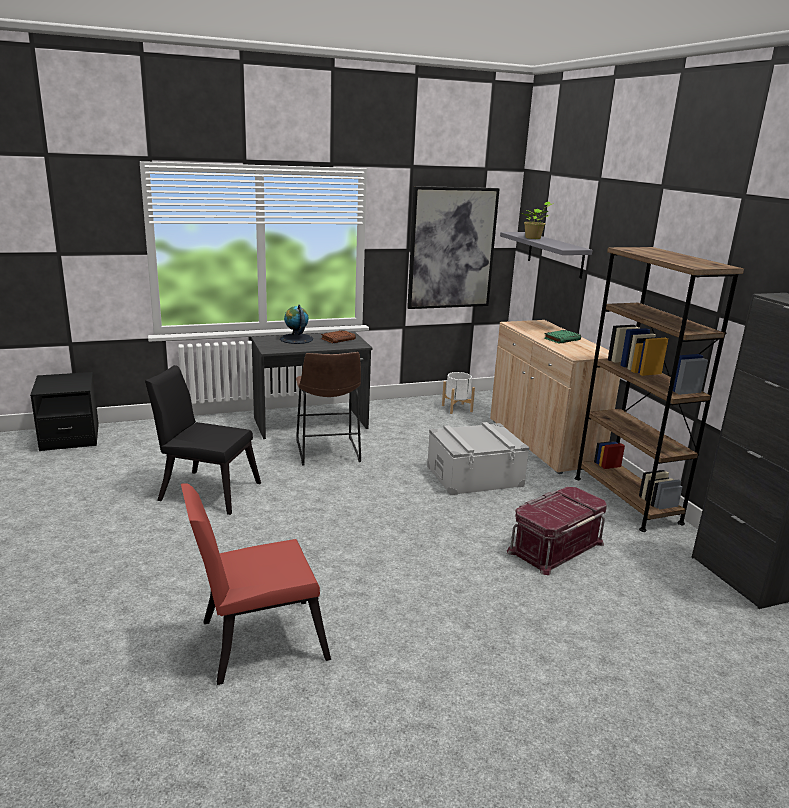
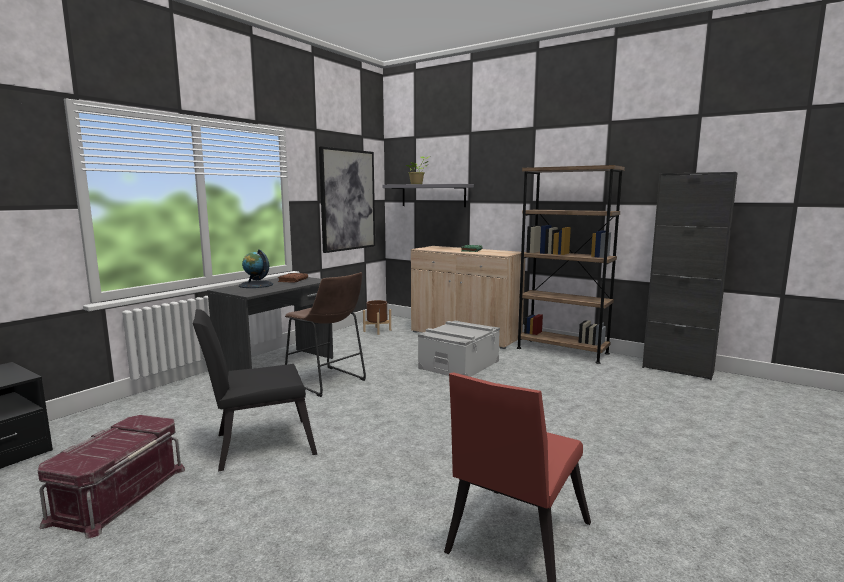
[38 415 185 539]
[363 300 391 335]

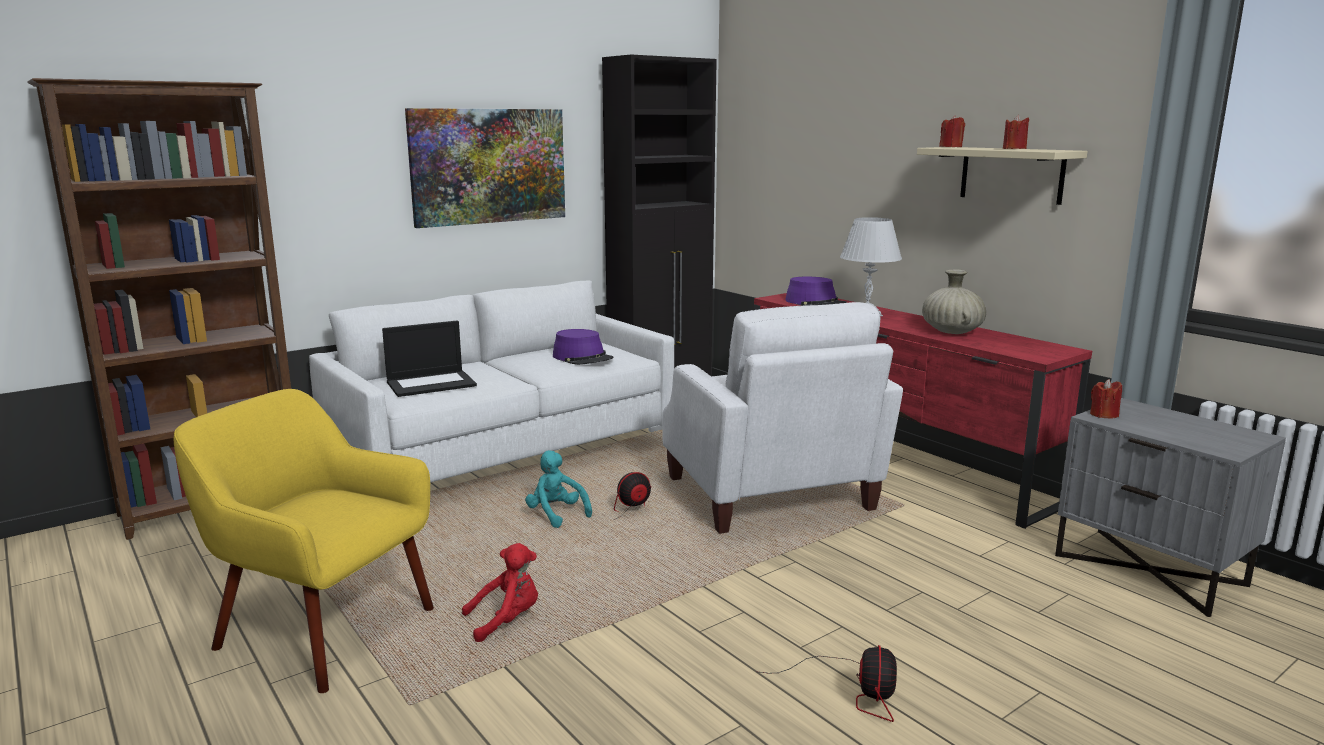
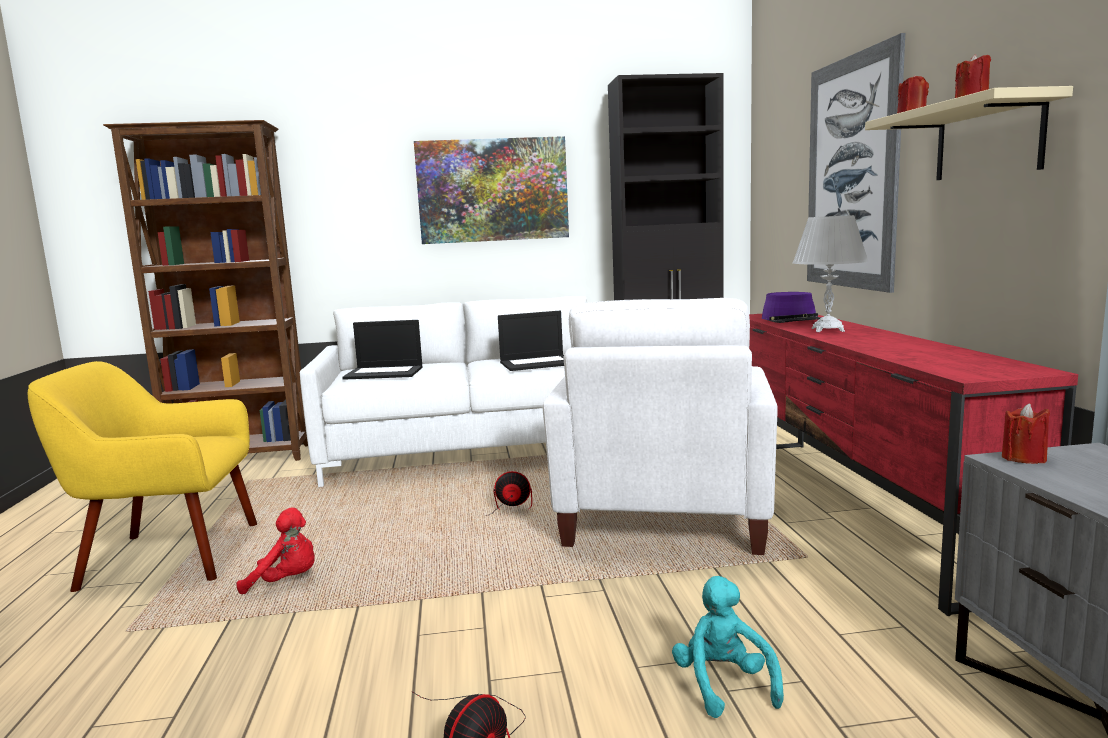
[28 361 257 592]
[498 311 564 371]
[672 576 784 718]
[807 33 905 293]
[922 269 986 334] (first image)

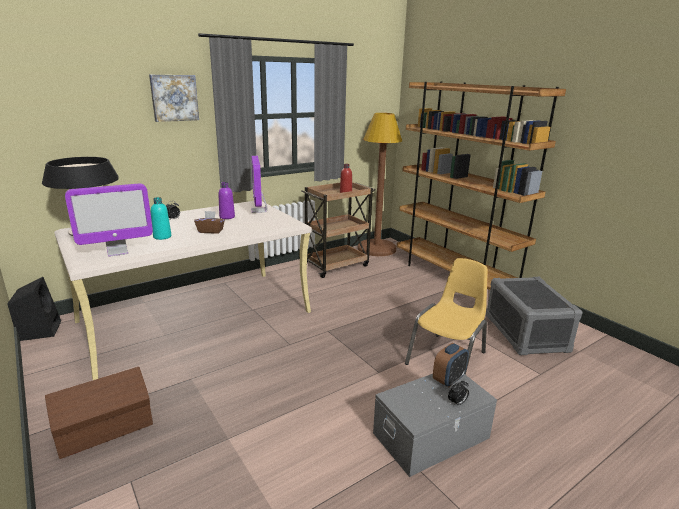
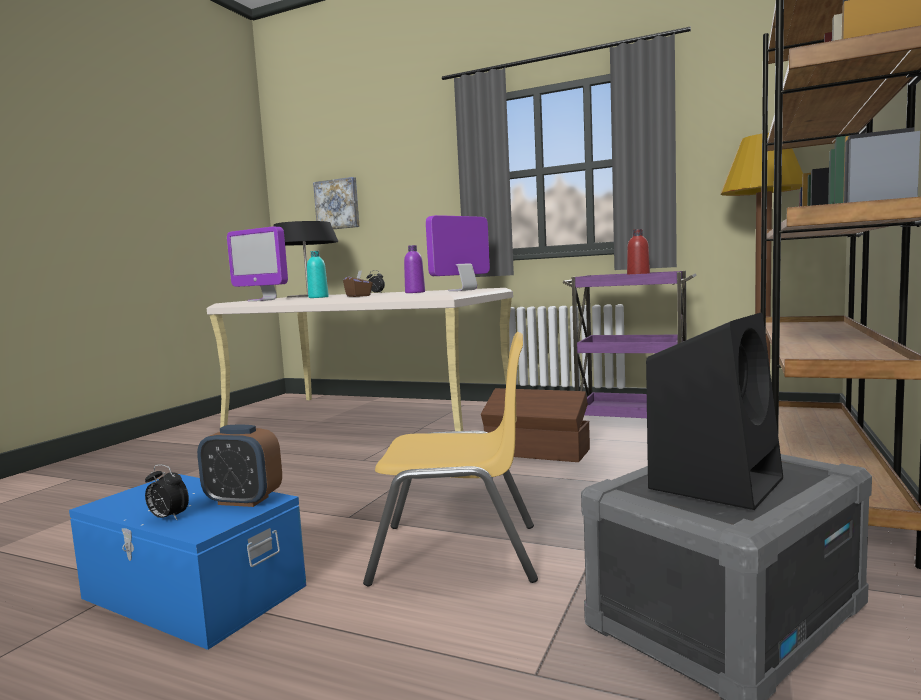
[69 474 306 650]
[313 177 360 229]
[481 388 590 462]
[563 271 697 418]
[646 312 783 510]

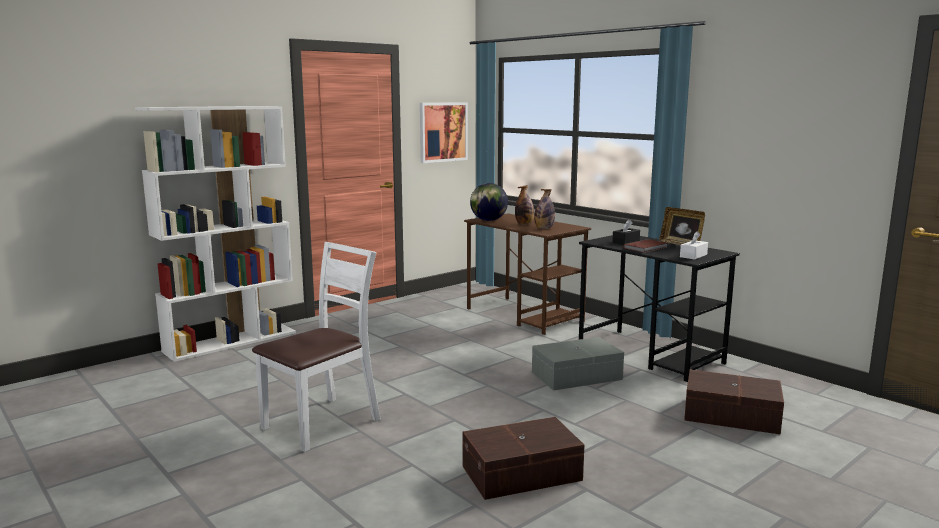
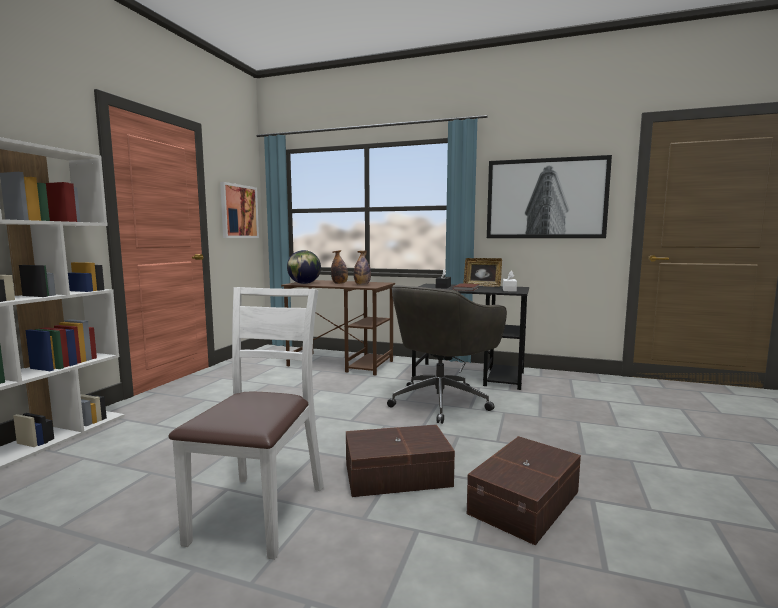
[346 424 455 497]
[387 285 507 424]
[487 155 612 238]

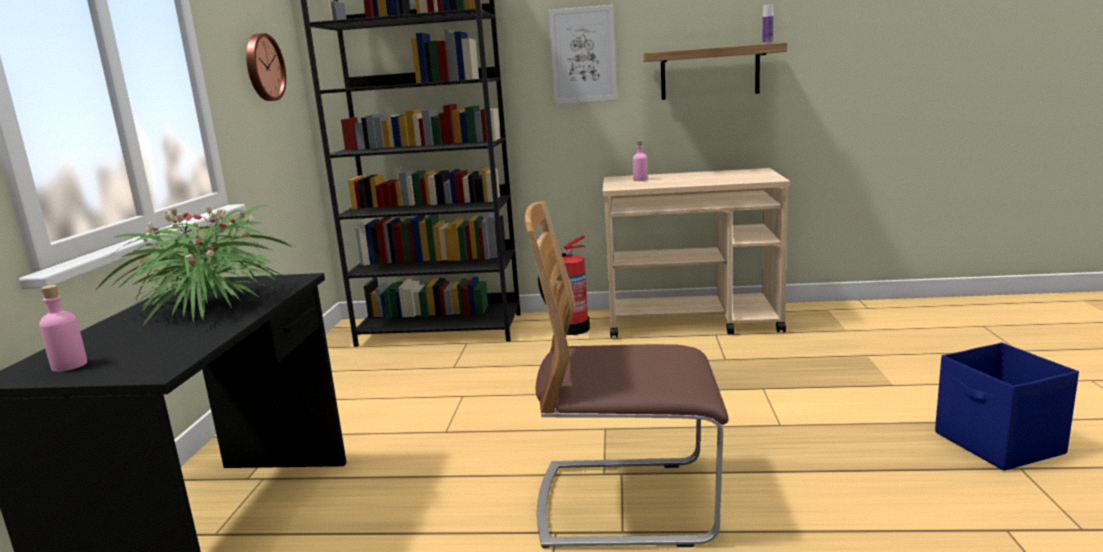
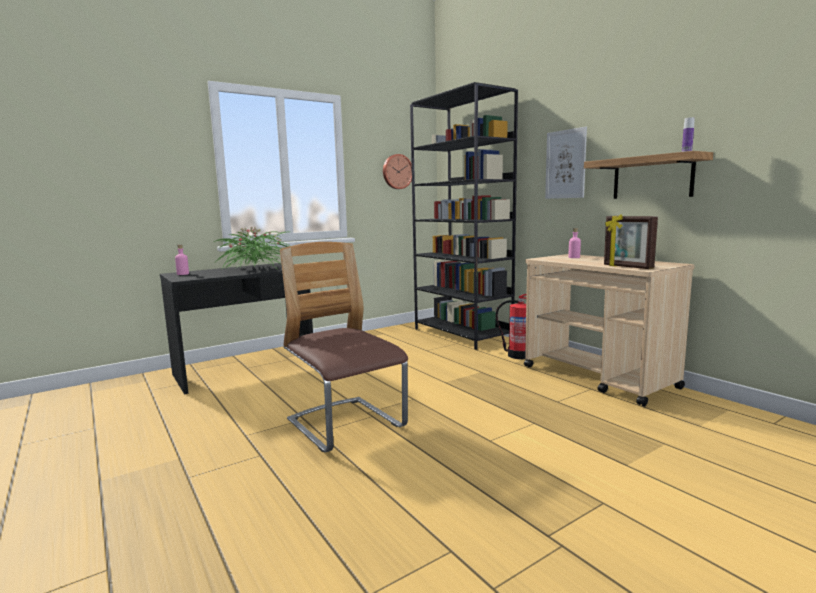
[604 214 658 269]
[935 343 1079 471] (first image)

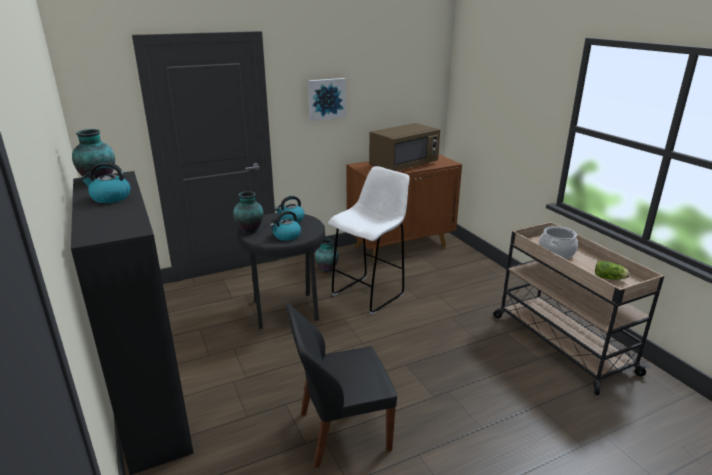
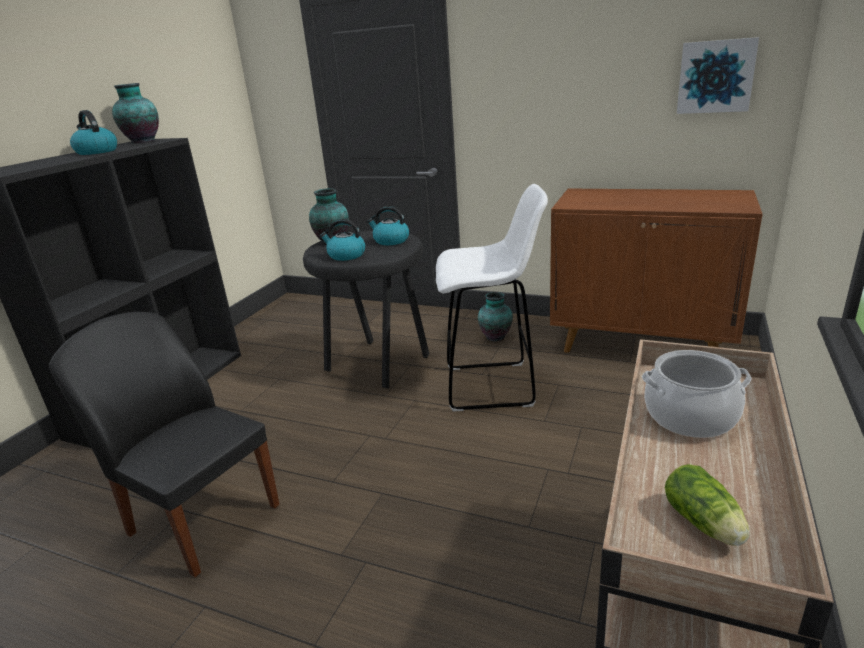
[677 37 759 114]
[369 123 440 171] (first image)

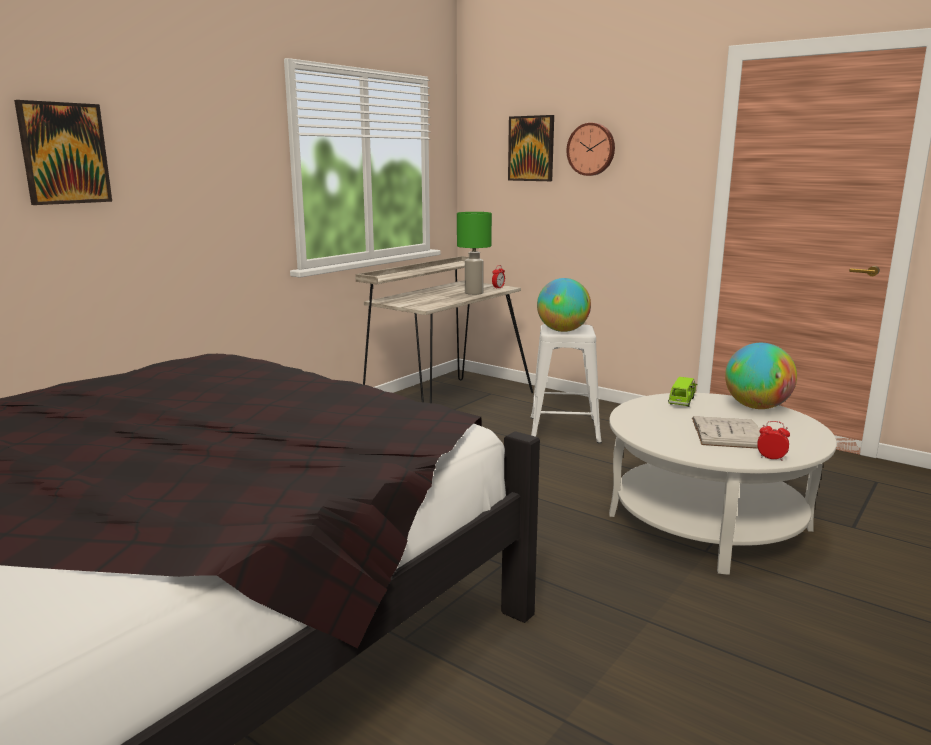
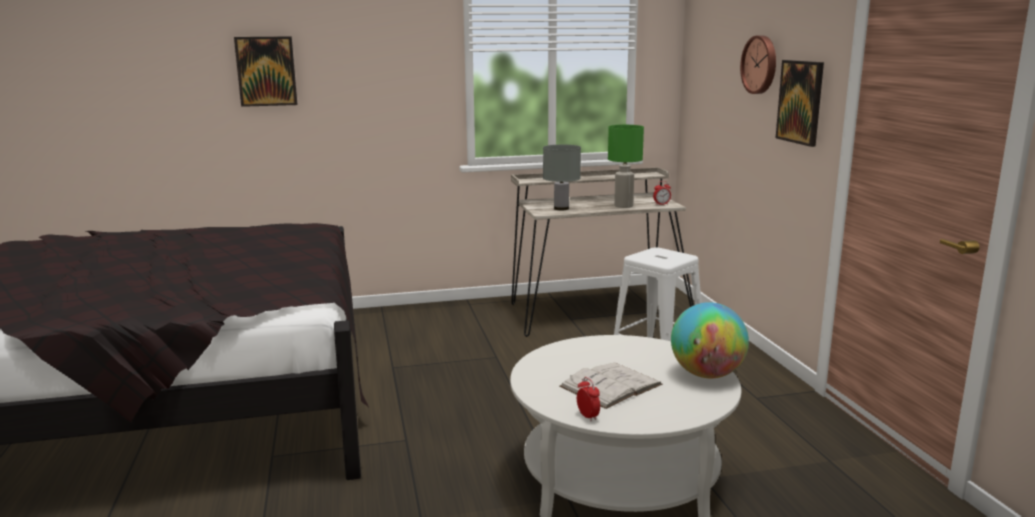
[543 144 581 210]
[776 60 824 147]
[537 278 591 332] (first image)
[668 377 698 407] (first image)

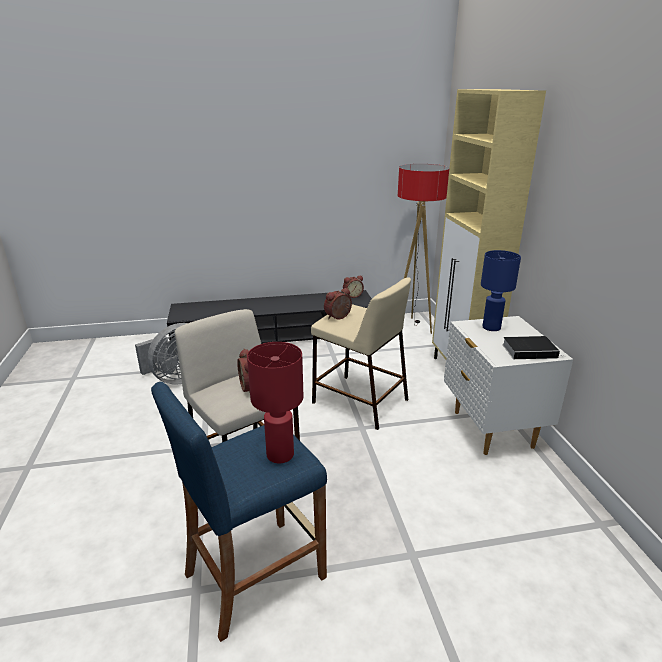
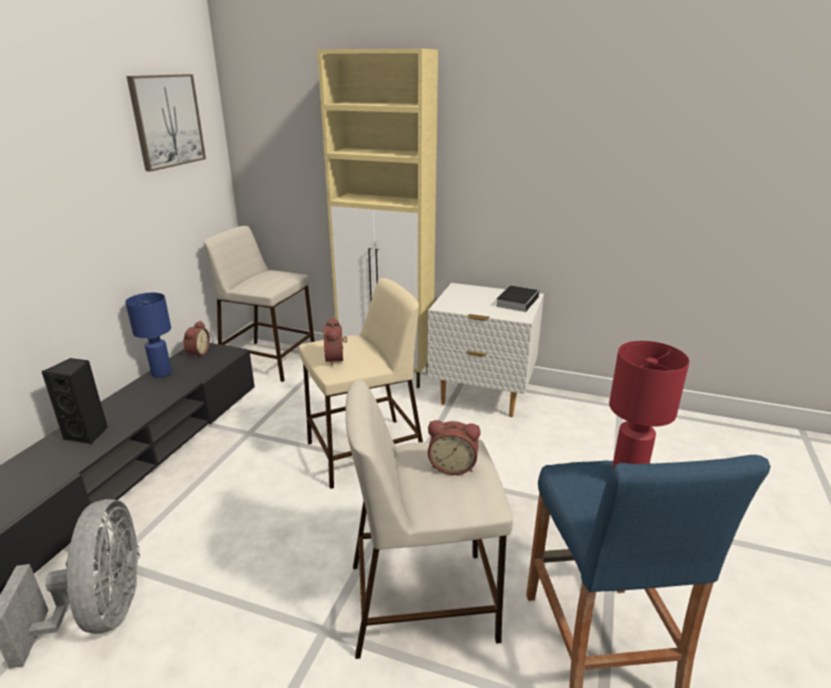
[41 358 108 445]
[125 293 172 378]
[127 74 206 172]
[204 226 315 382]

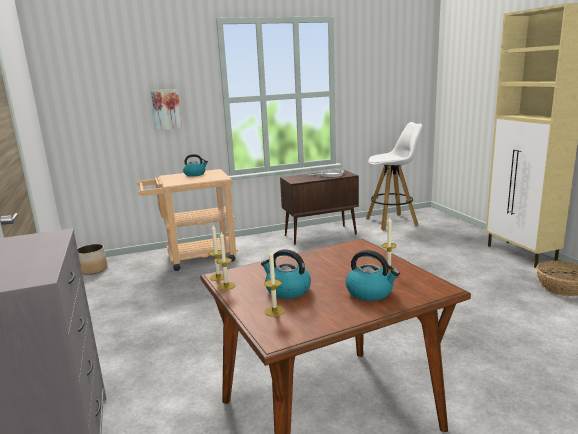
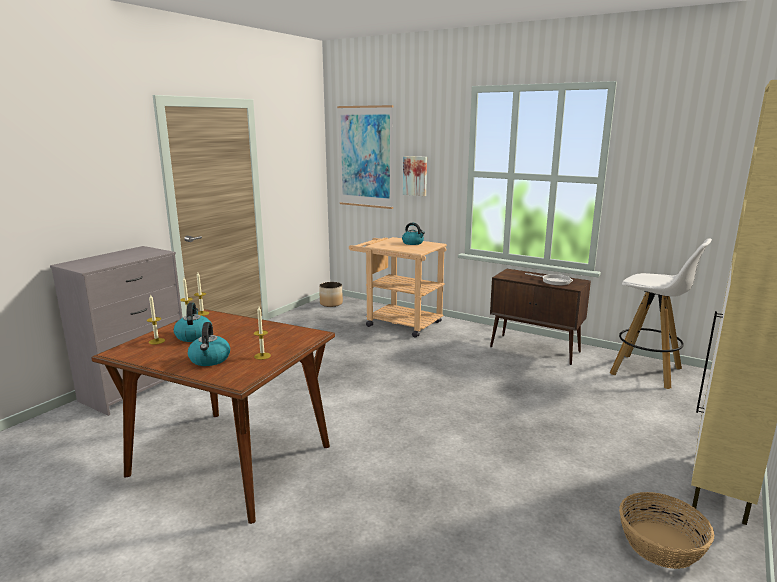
[337 105 393 209]

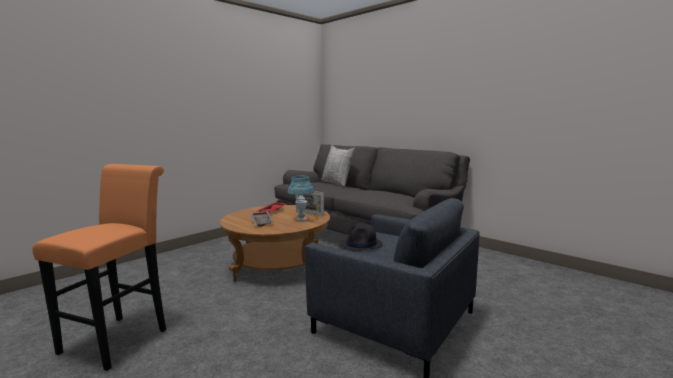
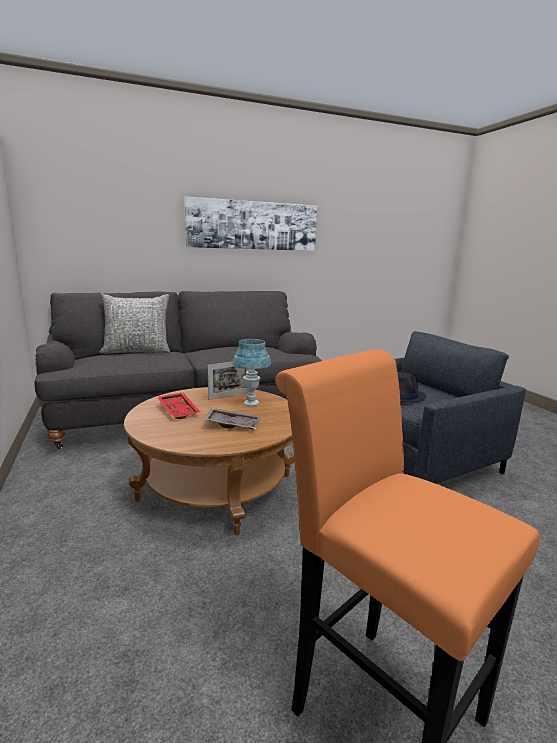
[184 197 317 251]

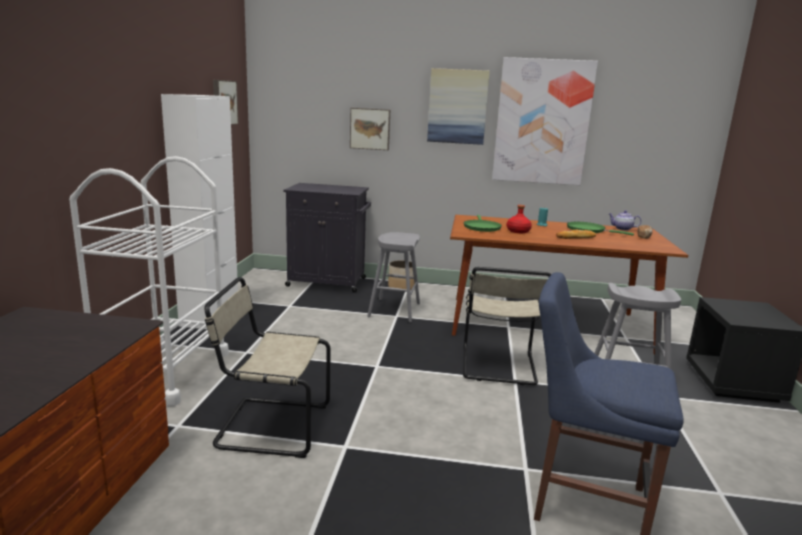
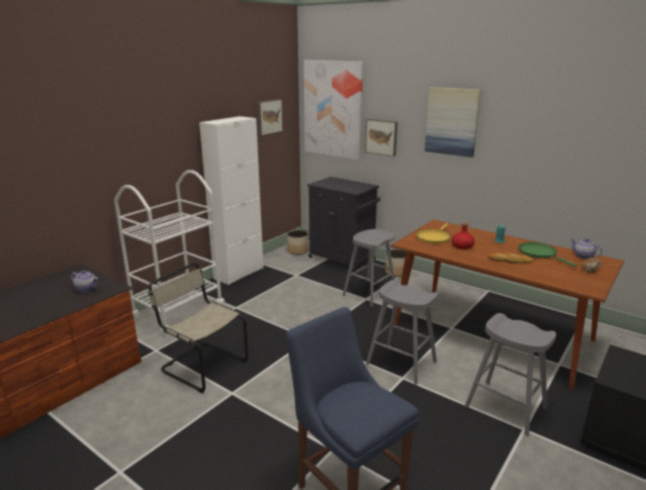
[71 271 98 293]
[287 230 308 255]
[304 60 363 160]
[366 280 438 384]
[416 223 451 244]

